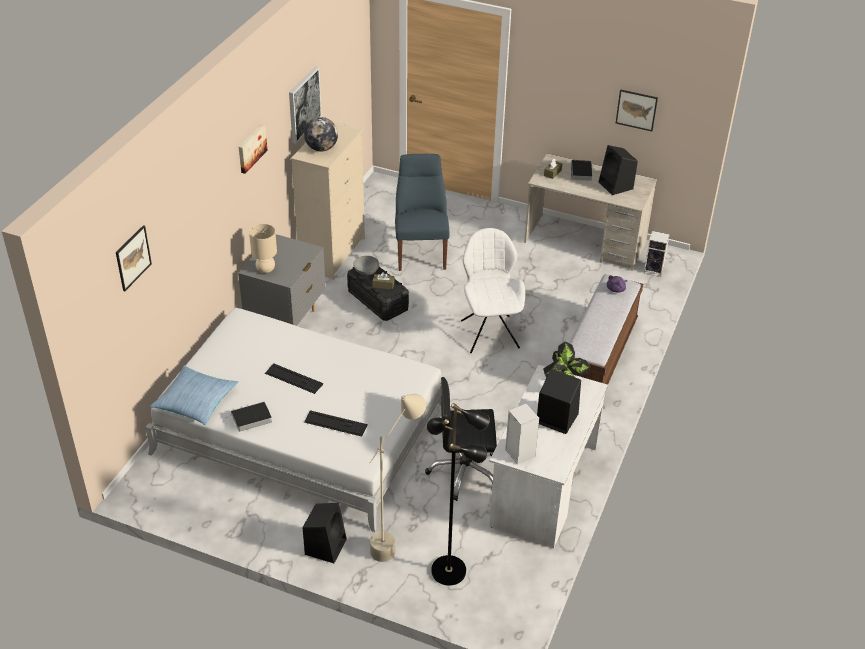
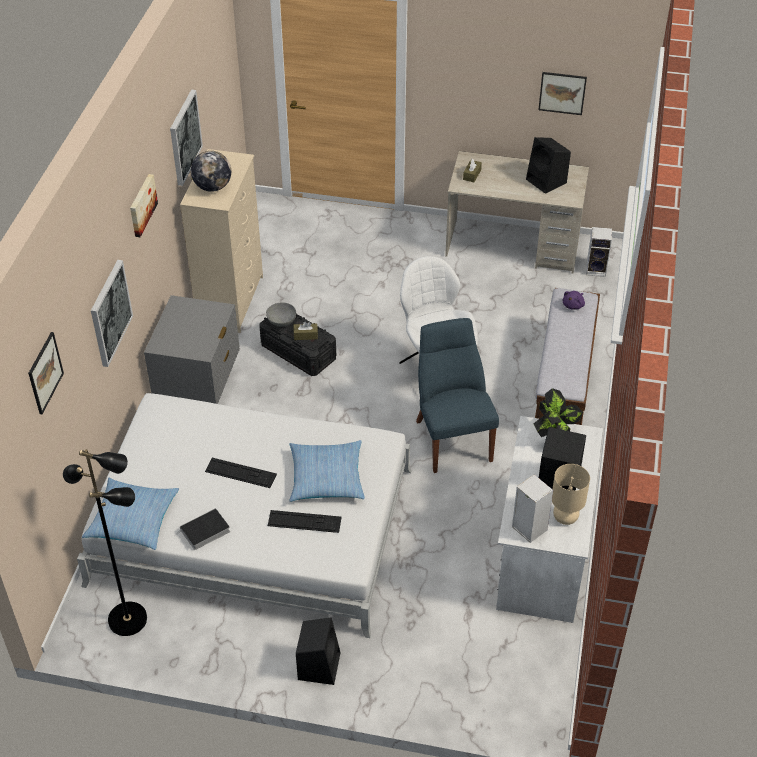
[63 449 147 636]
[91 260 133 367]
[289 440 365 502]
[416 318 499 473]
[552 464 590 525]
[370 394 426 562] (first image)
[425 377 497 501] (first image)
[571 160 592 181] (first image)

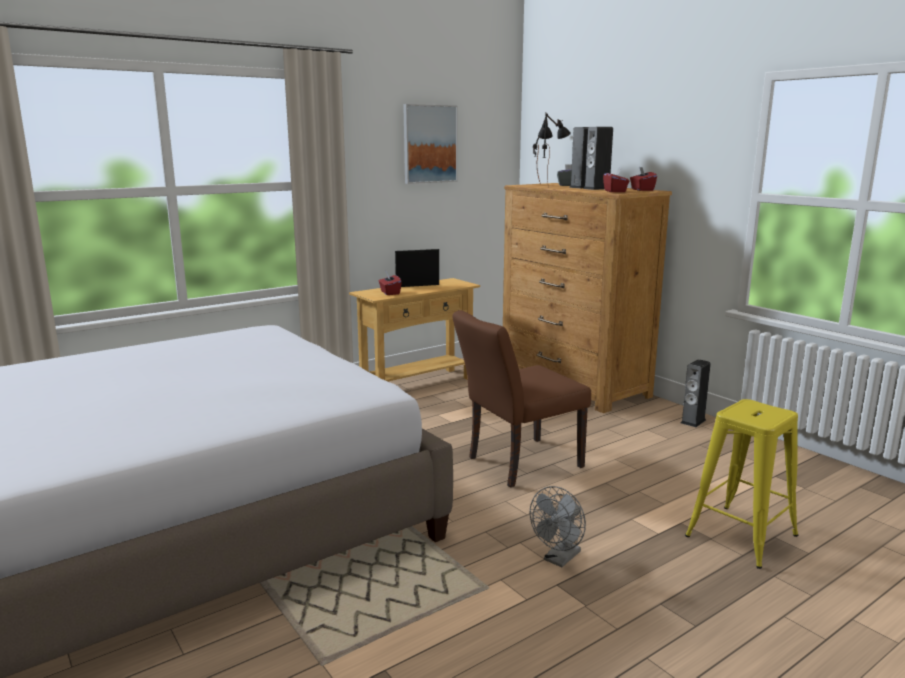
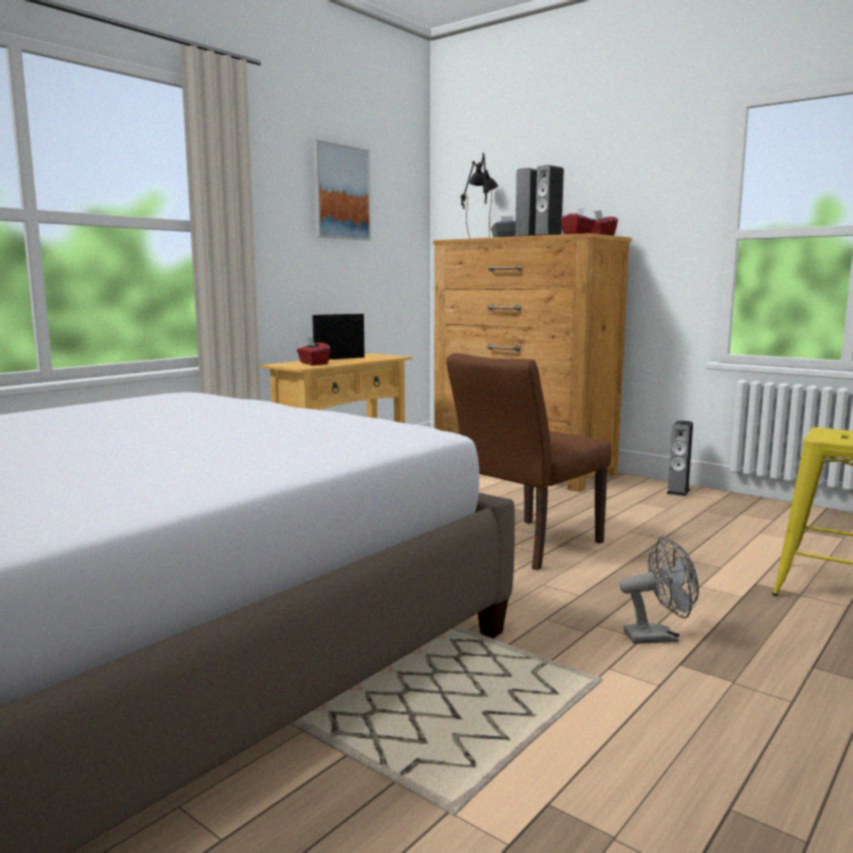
[619 536 699 644]

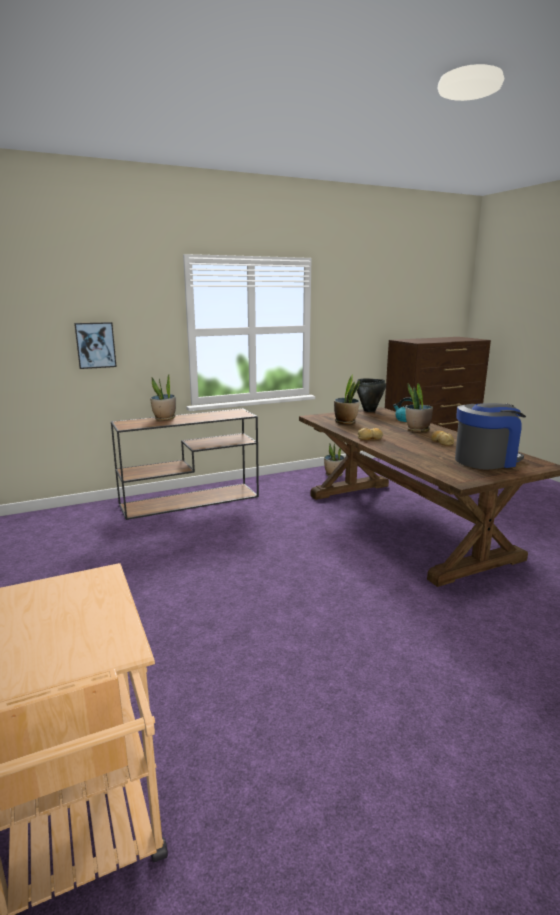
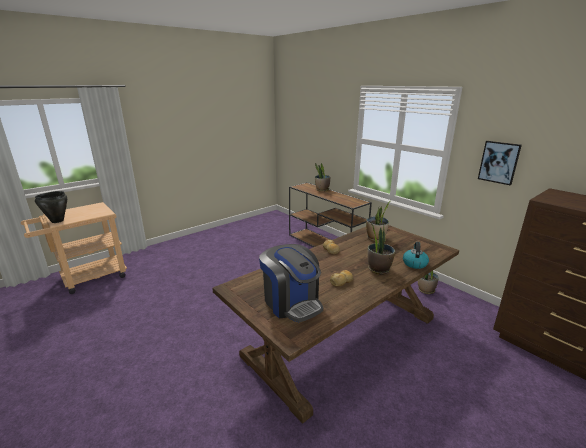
[35 191 67 223]
[478 141 522 185]

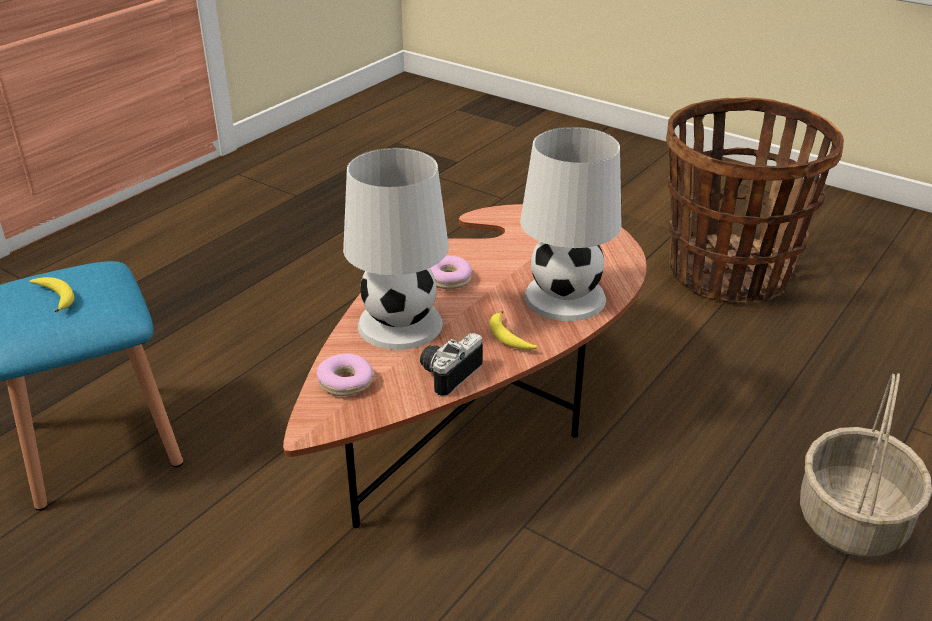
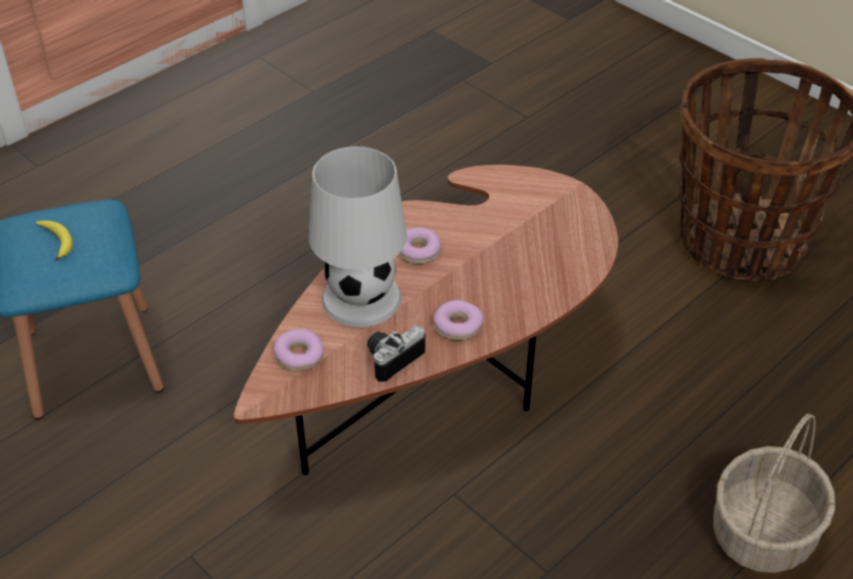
[434 300 484 340]
[520 127 622 321] (first image)

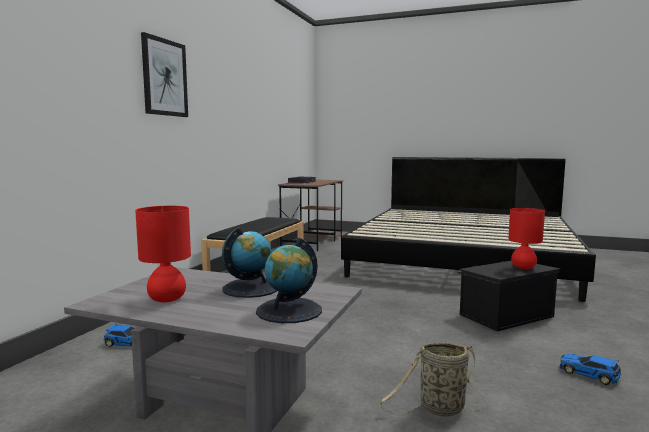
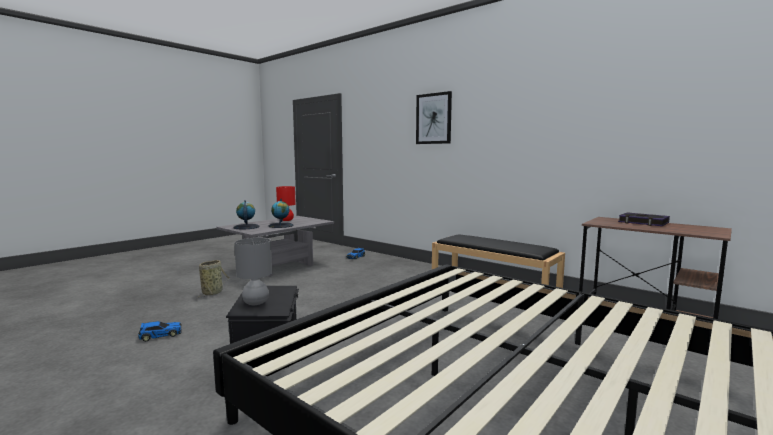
[234 238 272 305]

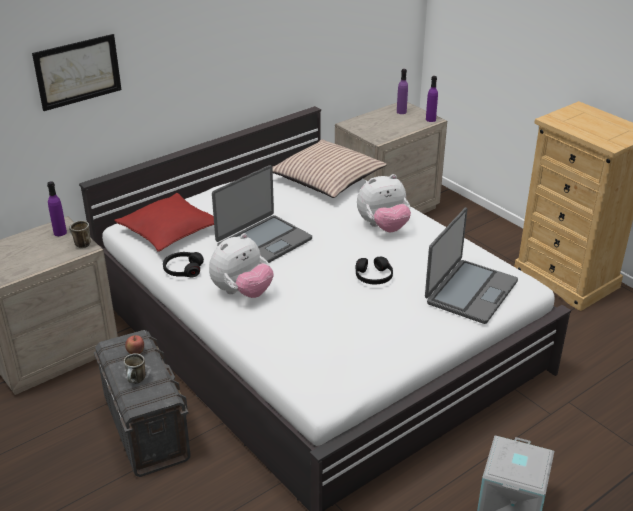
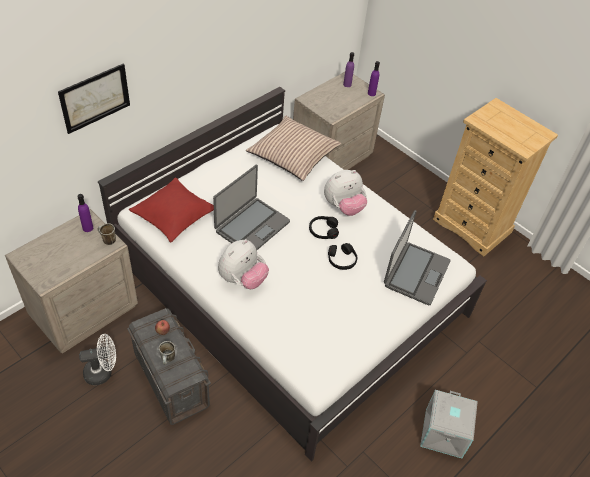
[79 334 116 385]
[309 216 339 239]

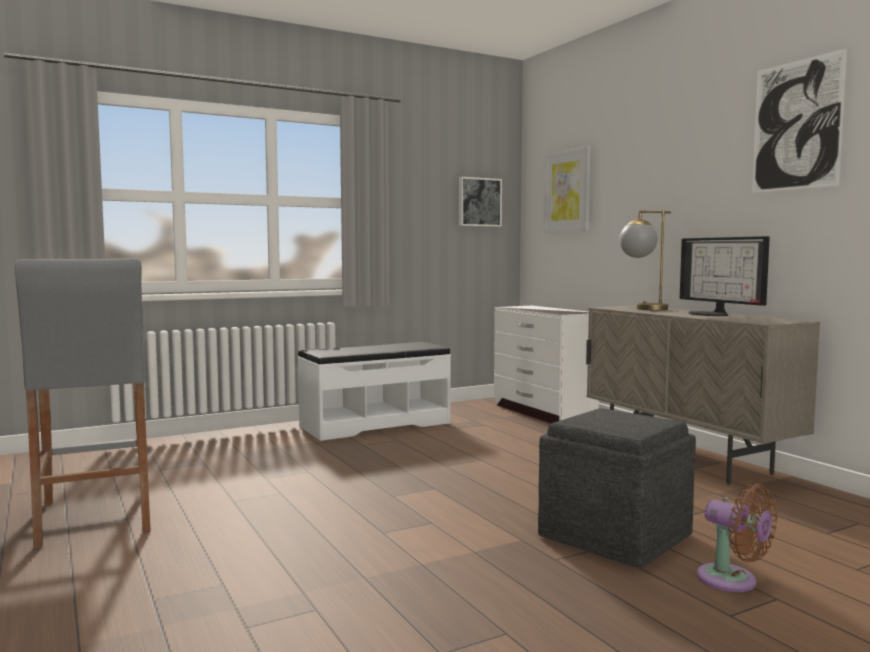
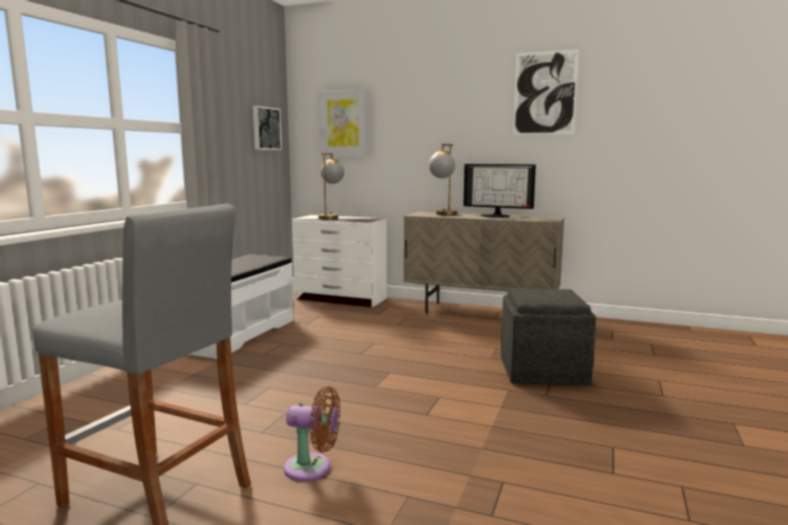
[284 386 340 481]
[318 153 344 219]

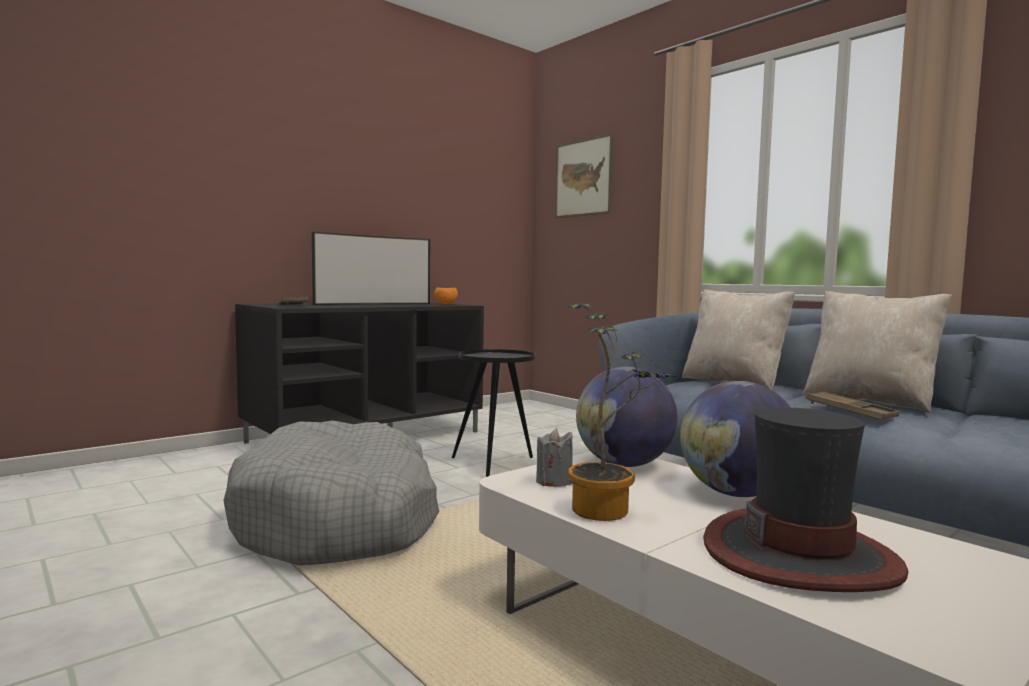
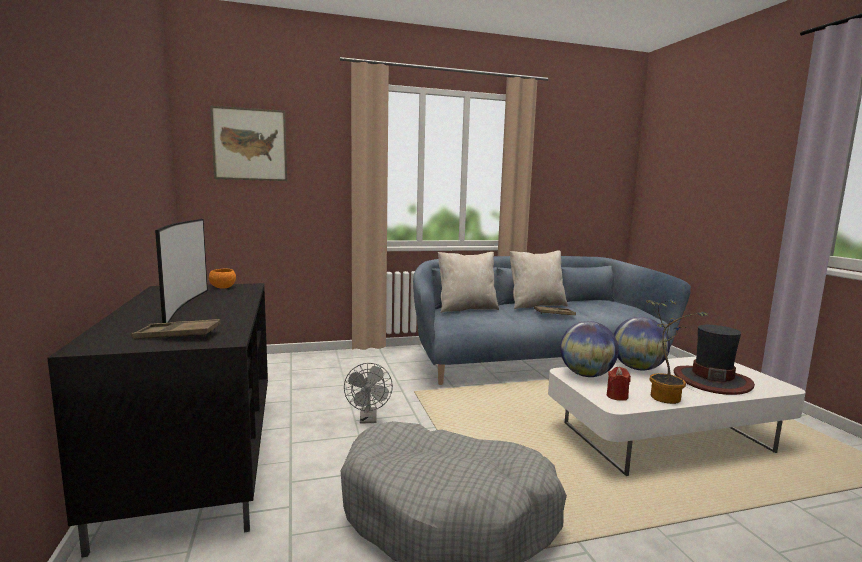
[344 363 393 424]
[607 367 631 401]

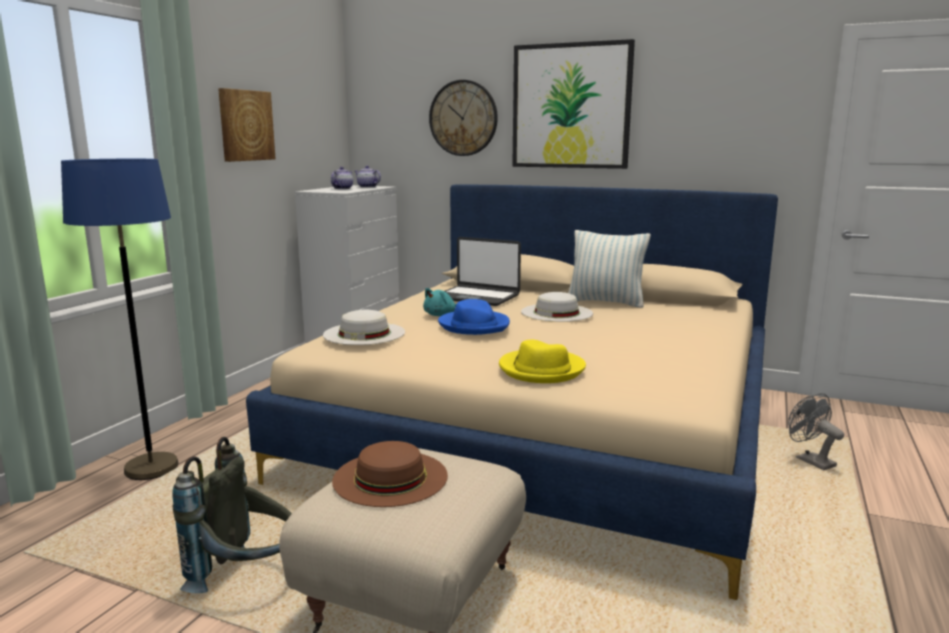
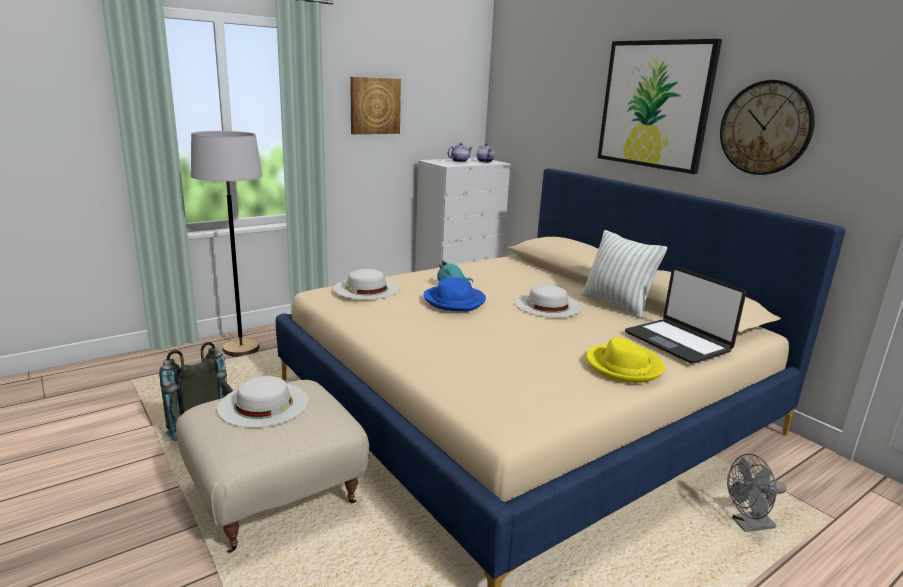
[191 131 263 357]
[217 376 308 428]
[586 338 665 383]
[625 267 746 363]
[720 80 815 175]
[727 454 787 532]

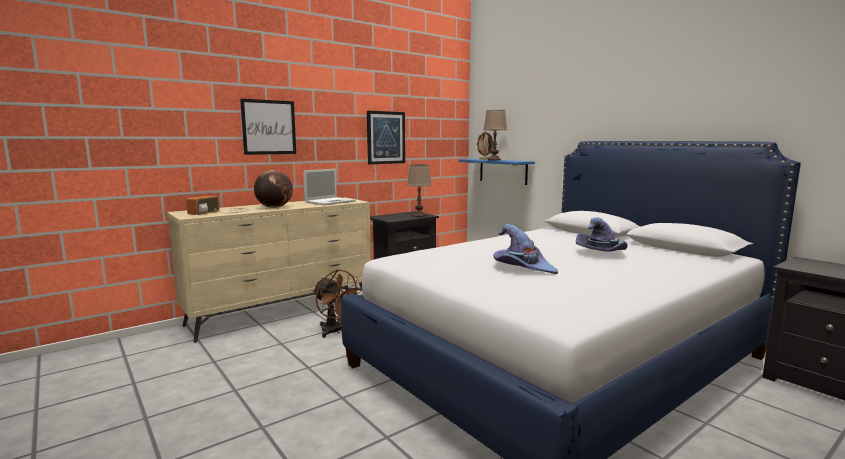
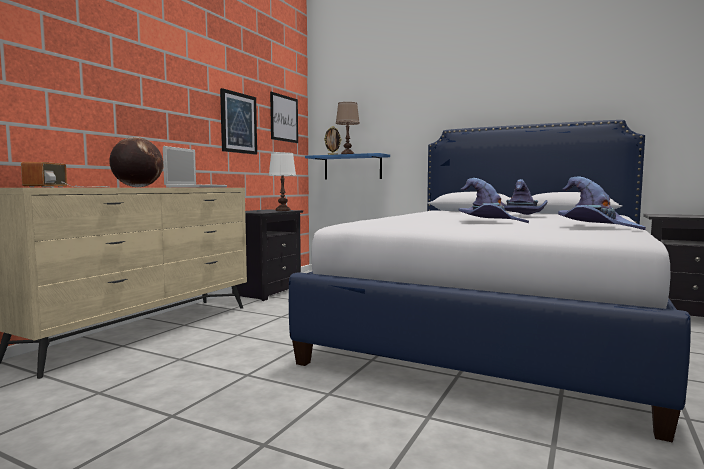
[268 152 296 211]
[270 92 298 143]
[558 176 646 230]
[313 270 362 338] (first image)

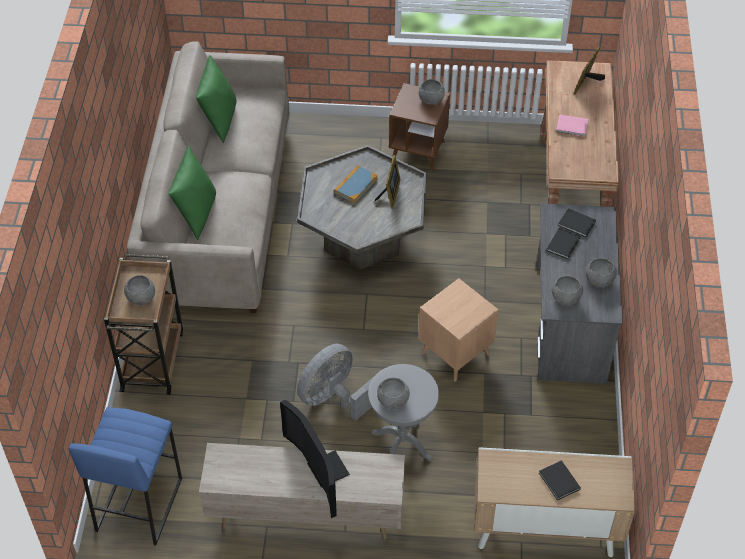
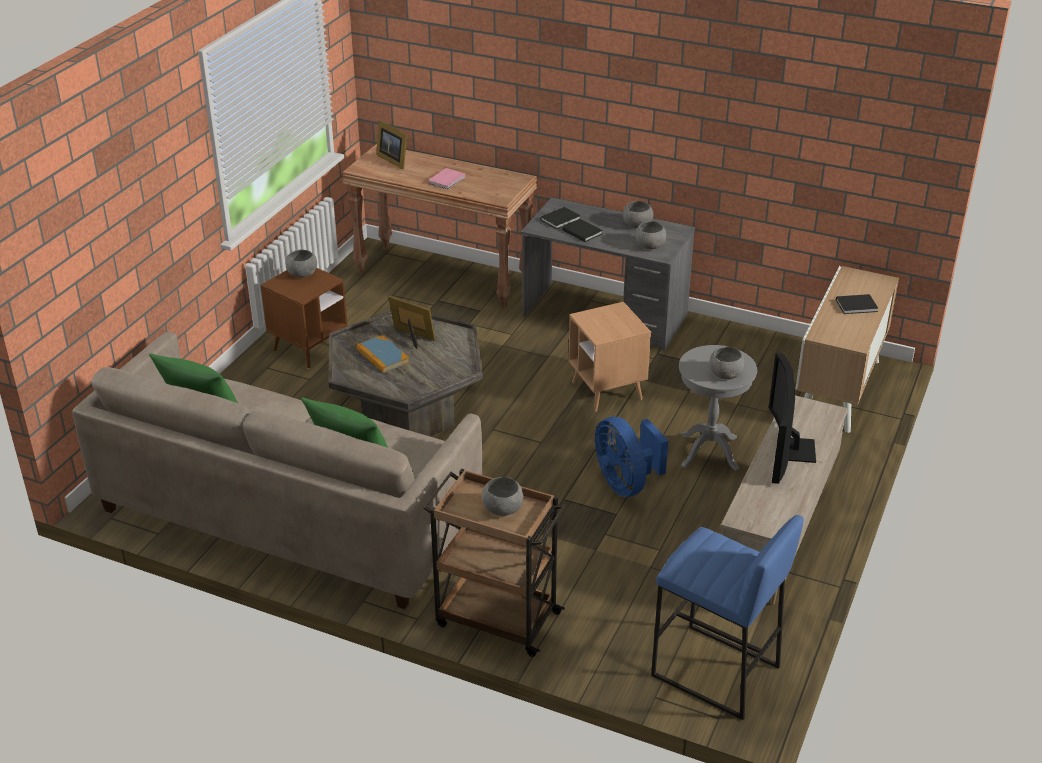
[595 417 668 497]
[769 353 816 484]

